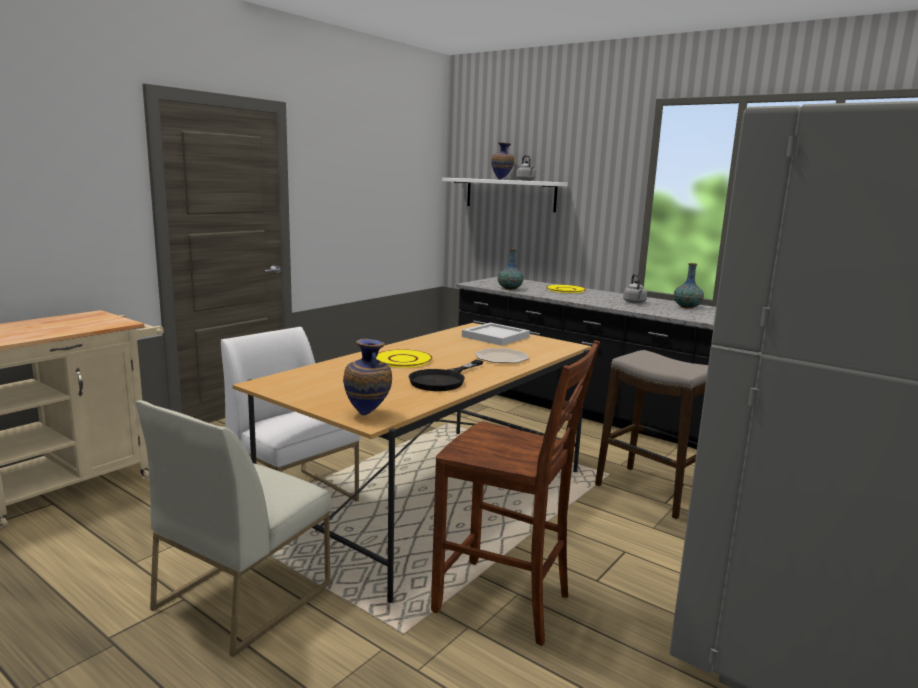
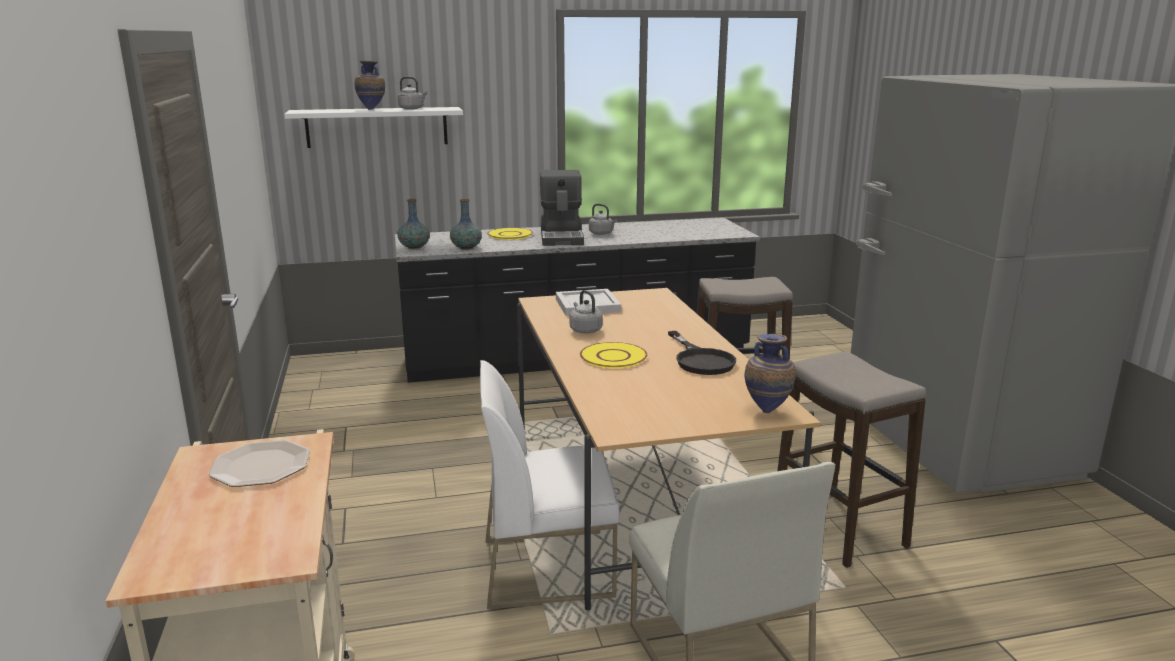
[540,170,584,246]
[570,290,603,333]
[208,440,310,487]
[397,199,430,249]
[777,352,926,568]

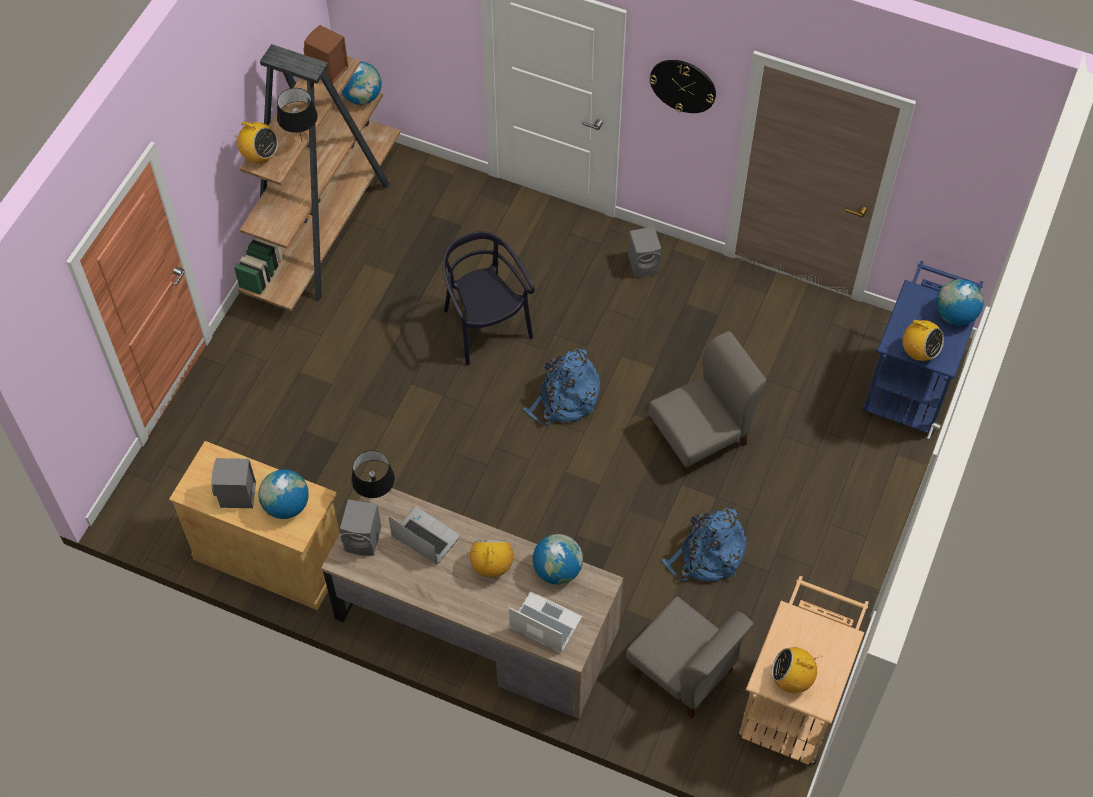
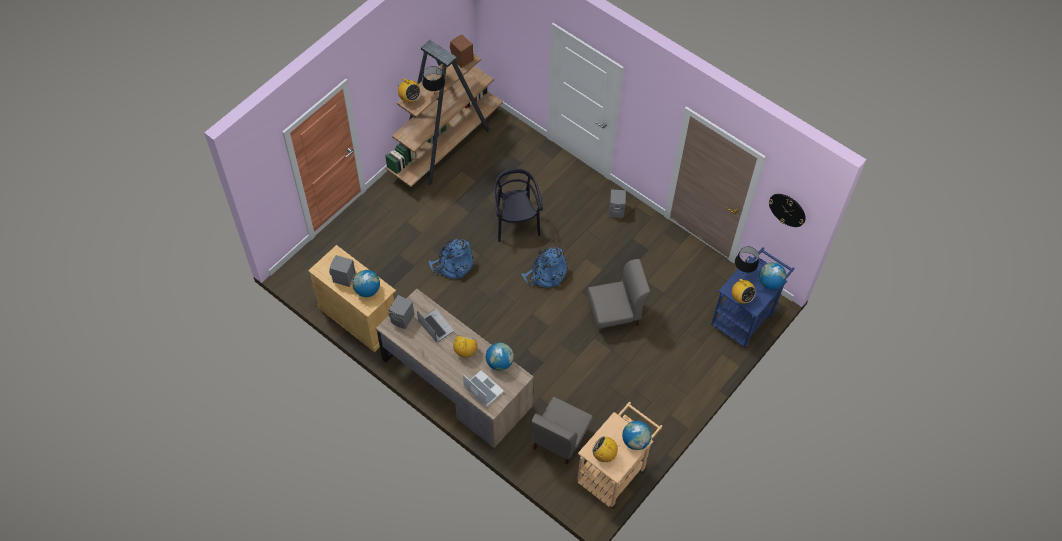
[622,421,652,450]
[735,247,759,273]
[769,194,806,227]
[429,239,473,279]
[531,397,593,465]

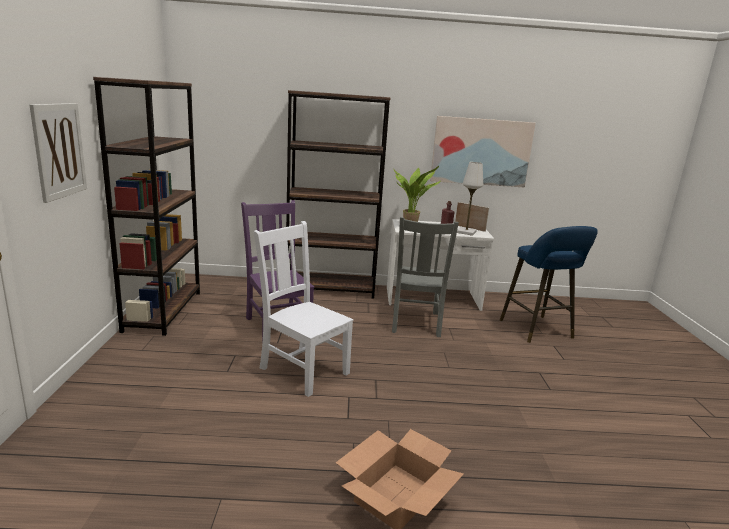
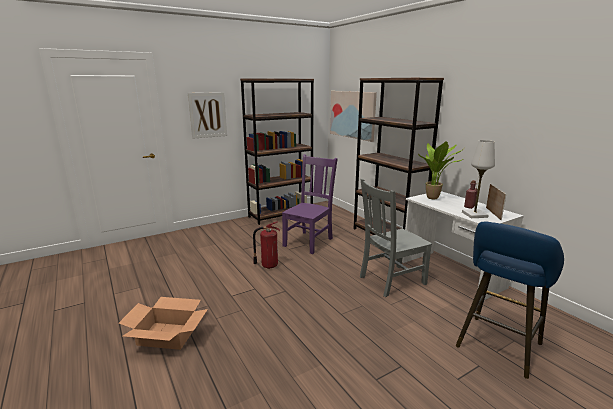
[330,91,377,142]
[253,221,280,269]

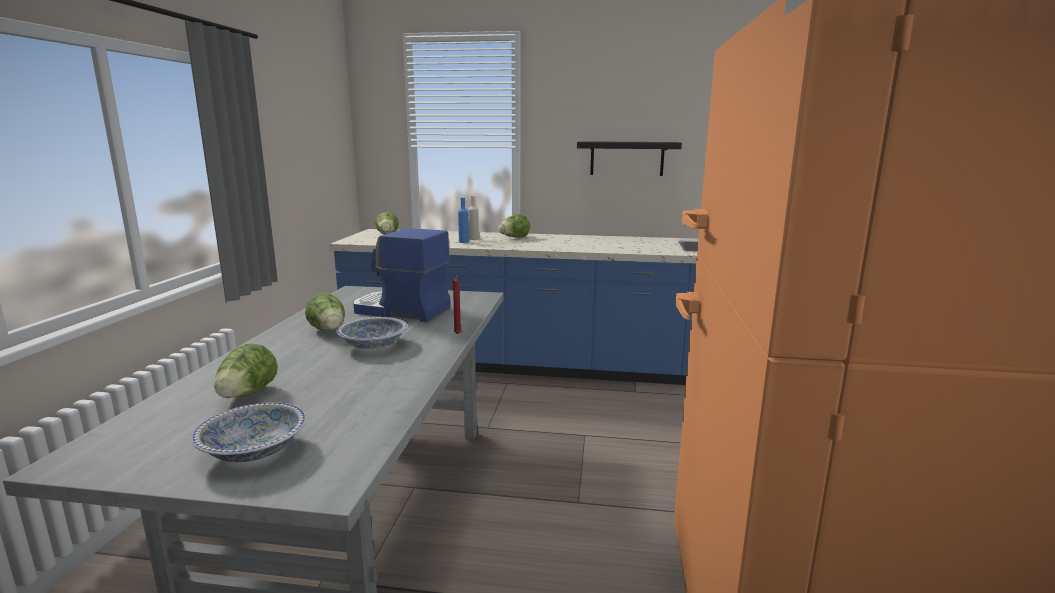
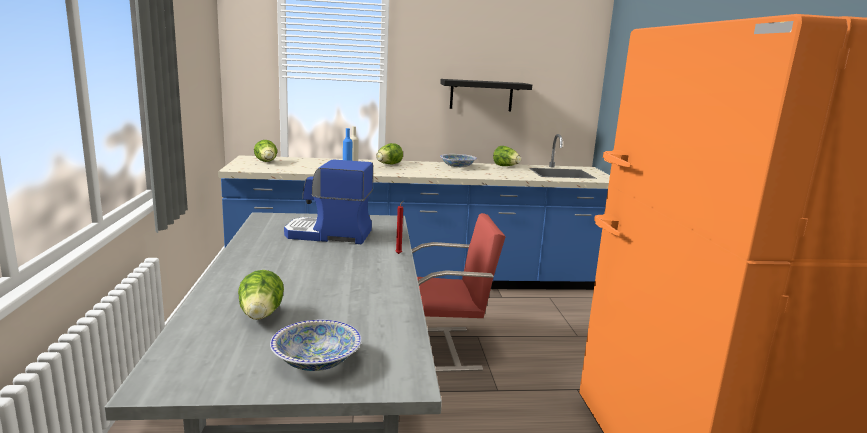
[412,213,506,372]
[493,146,521,166]
[440,154,477,167]

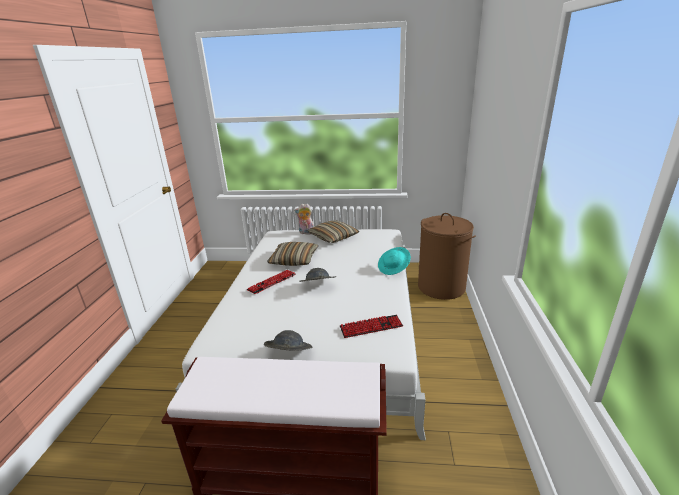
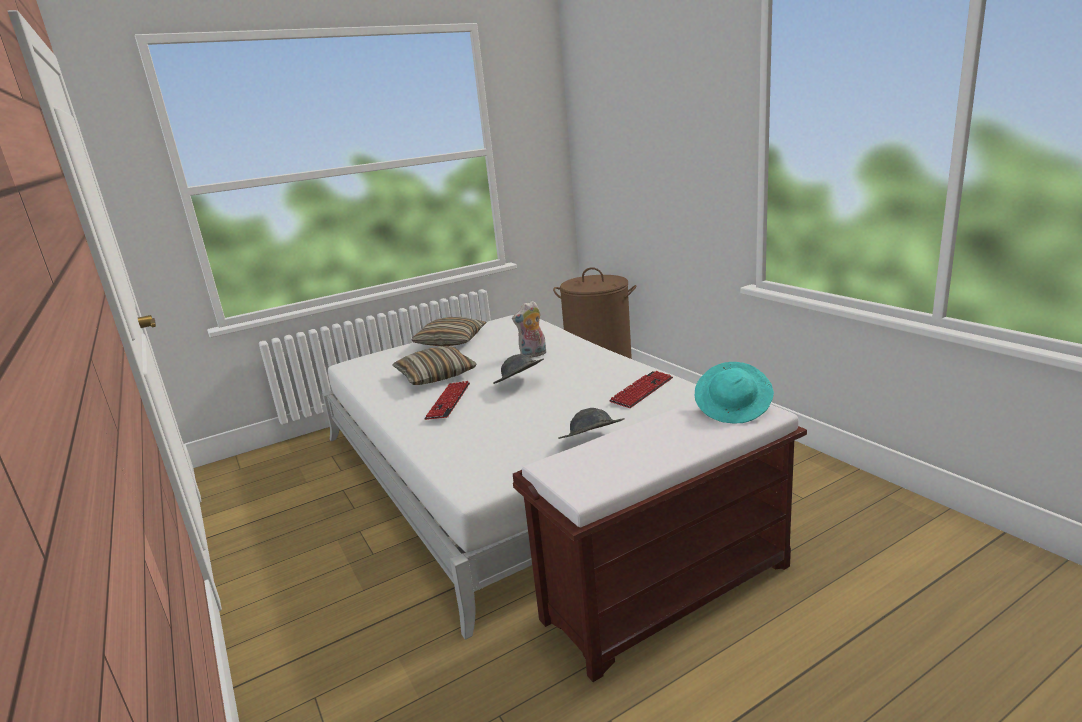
[512,301,546,358]
[694,362,774,423]

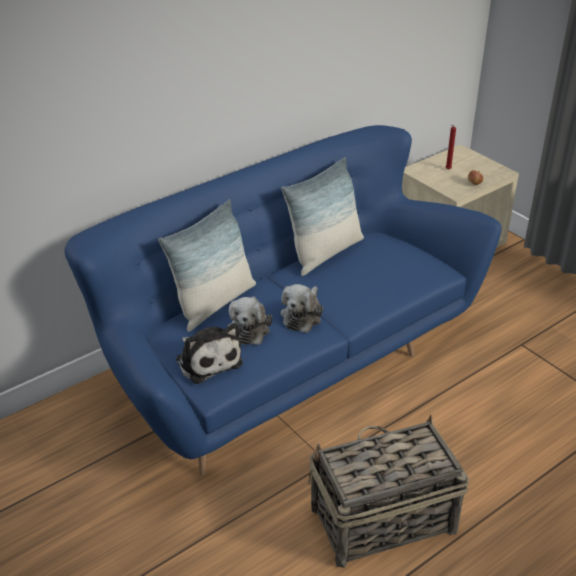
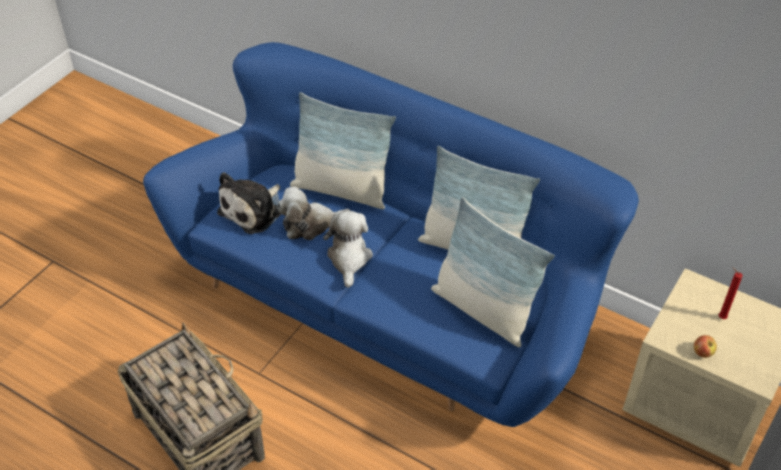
[431,197,555,347]
[323,211,373,288]

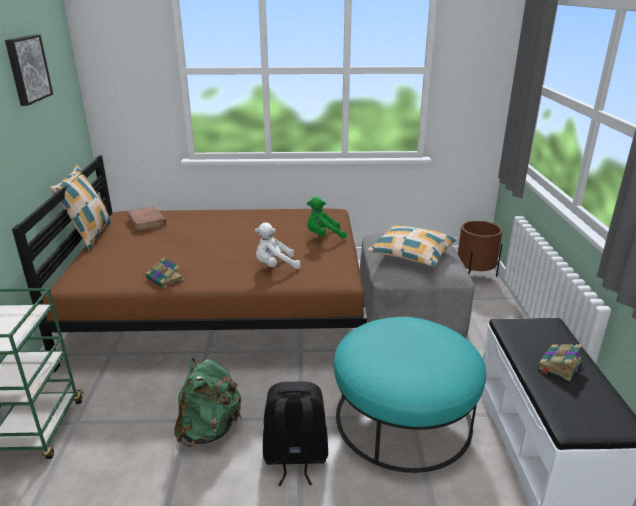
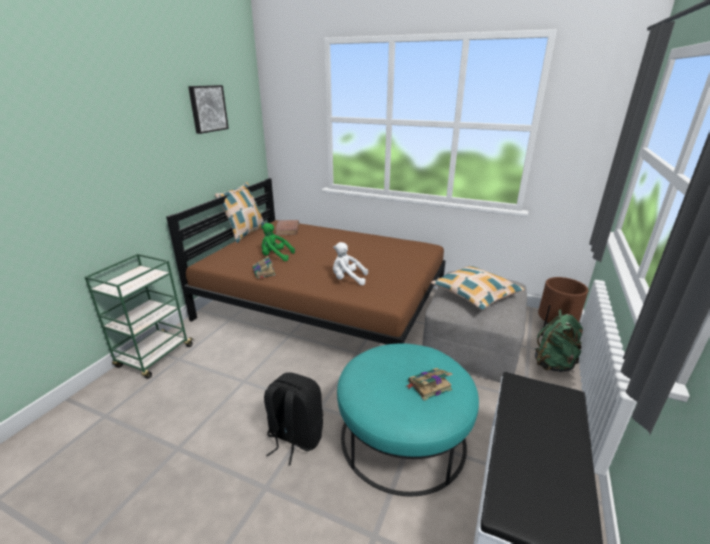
[535,310,583,372]
[261,223,295,261]
[407,368,453,401]

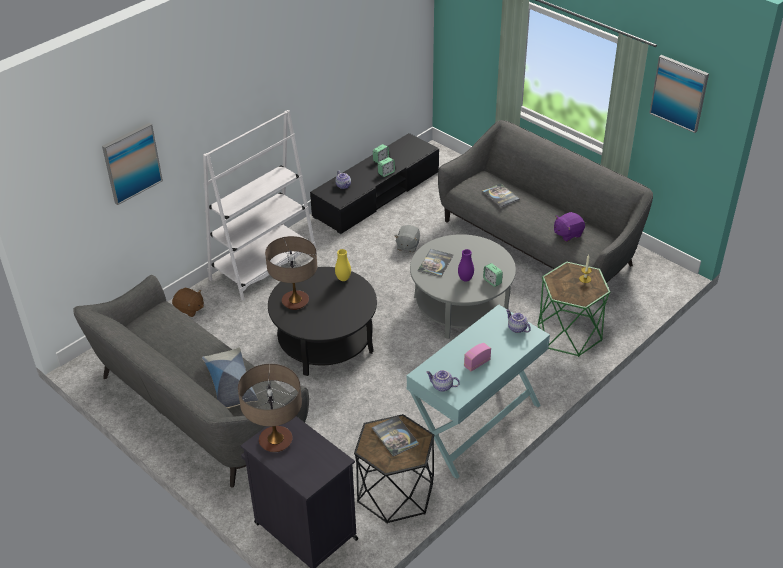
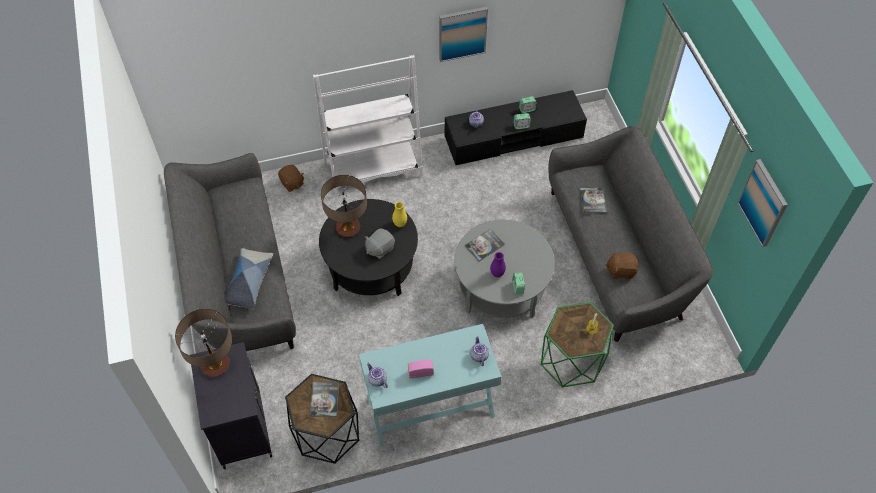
[439,7,488,62]
[365,228,395,259]
[605,251,639,279]

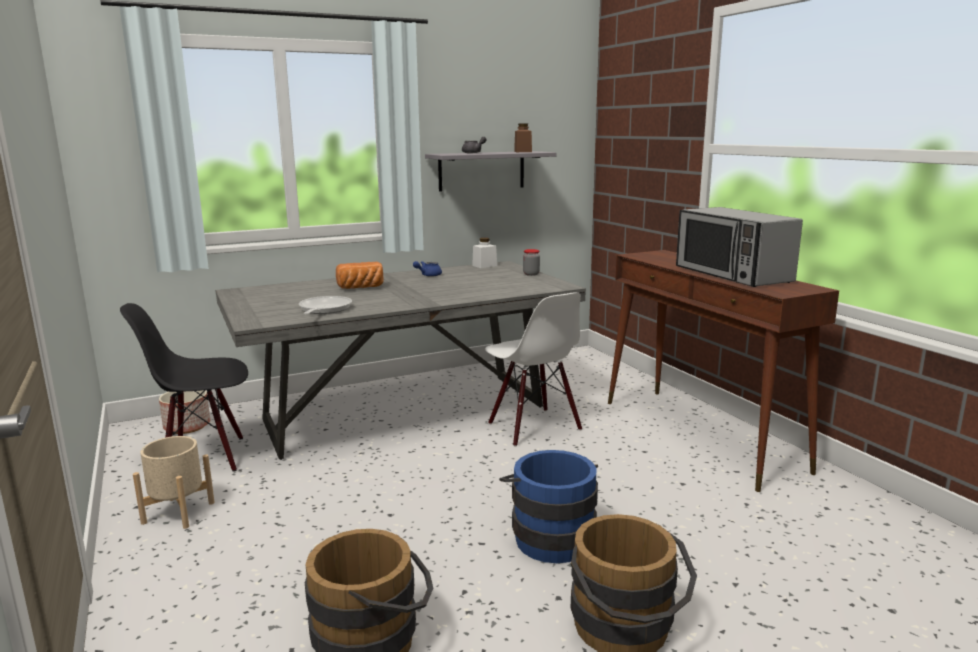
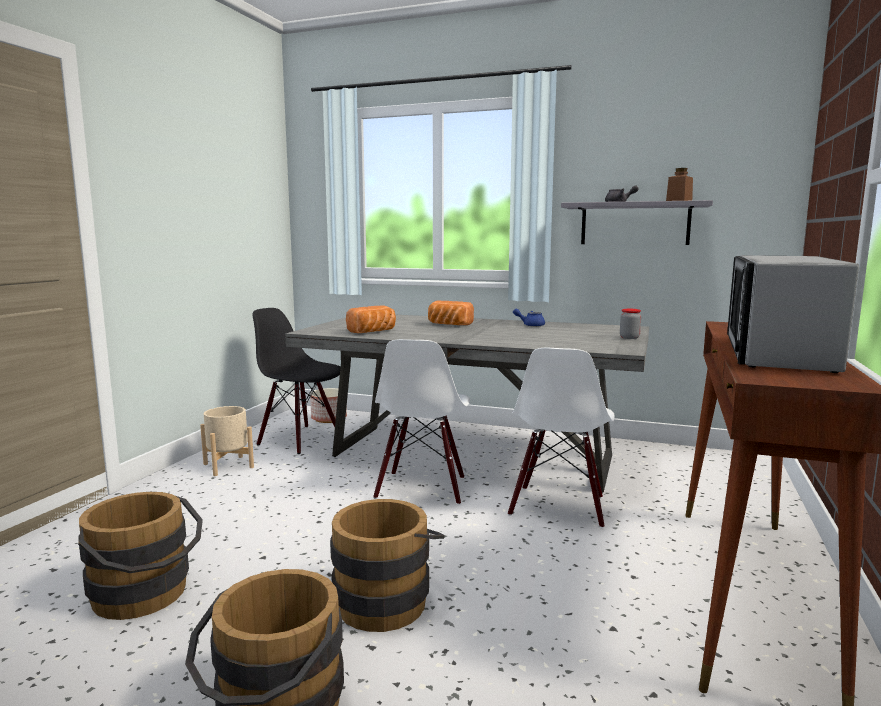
[472,238,497,268] (first image)
[373,339,470,505]
[346,305,396,333]
[330,499,445,632]

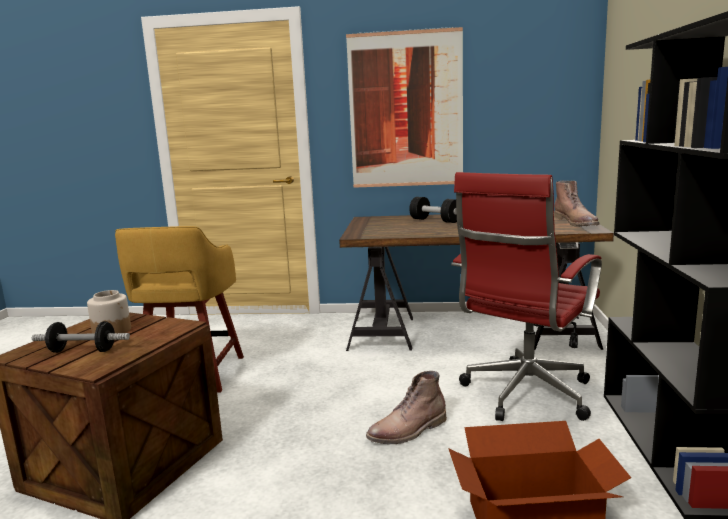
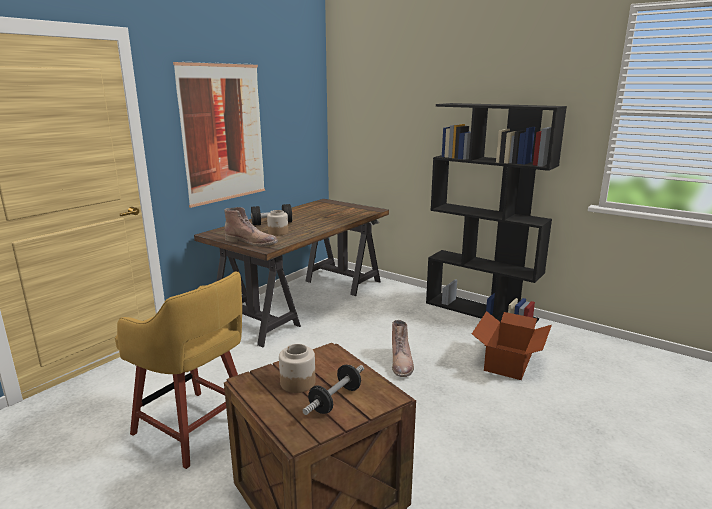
[451,172,602,421] (first image)
[267,210,288,236]
[224,207,278,247]

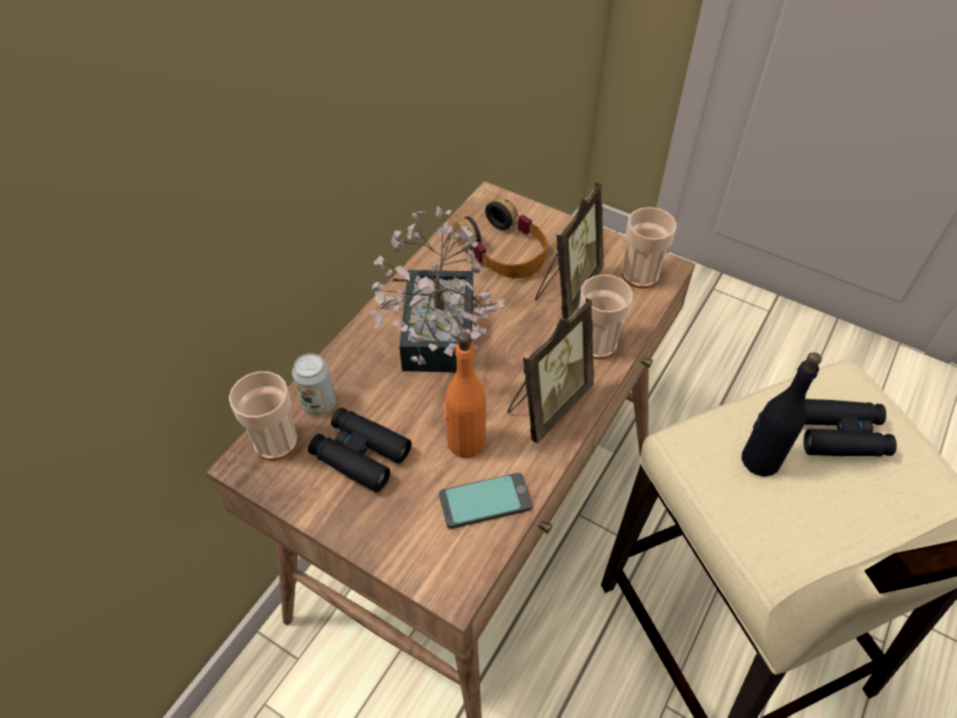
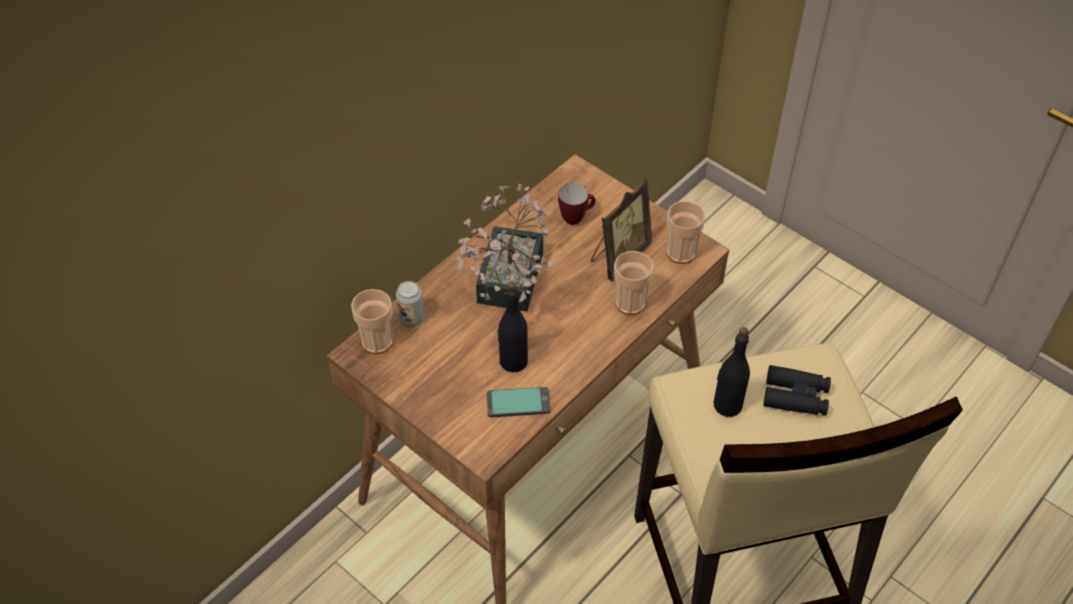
[308,407,411,492] (first image)
[507,298,594,443] (first image)
[558,183,596,225]
[498,282,528,372]

